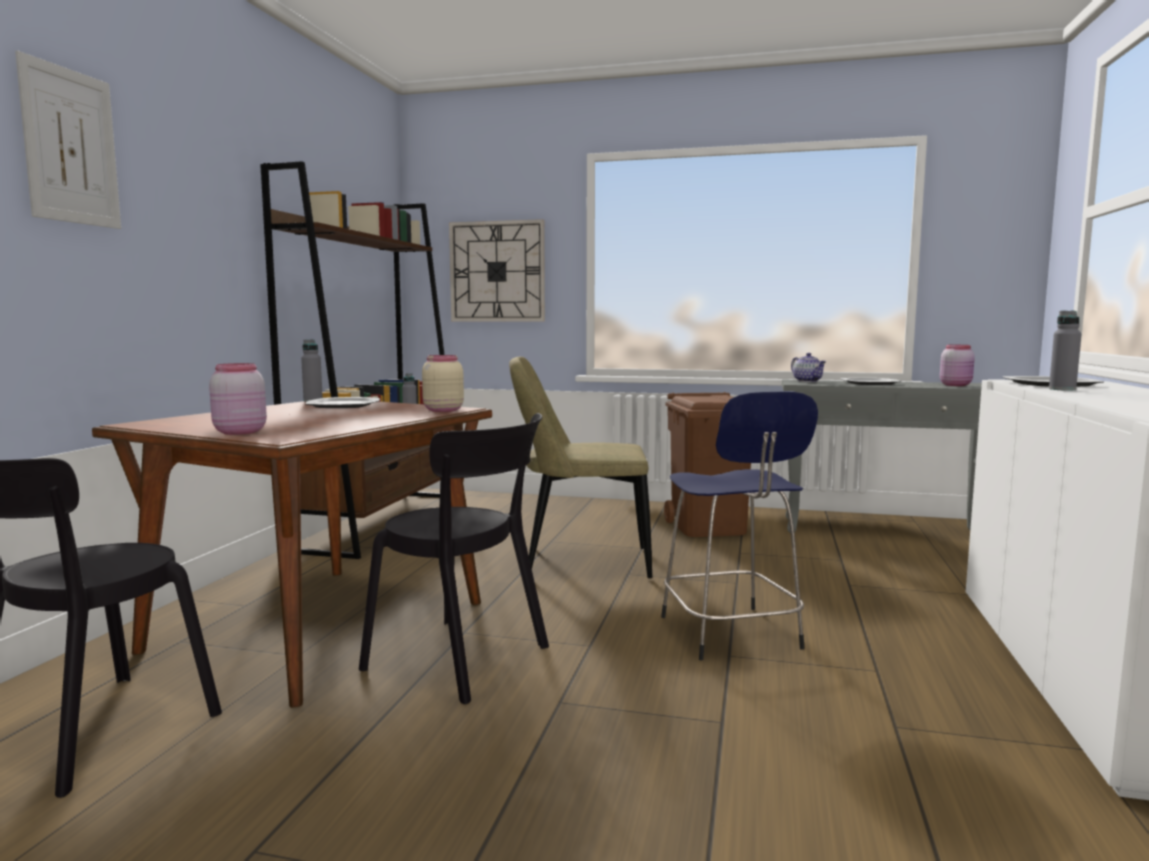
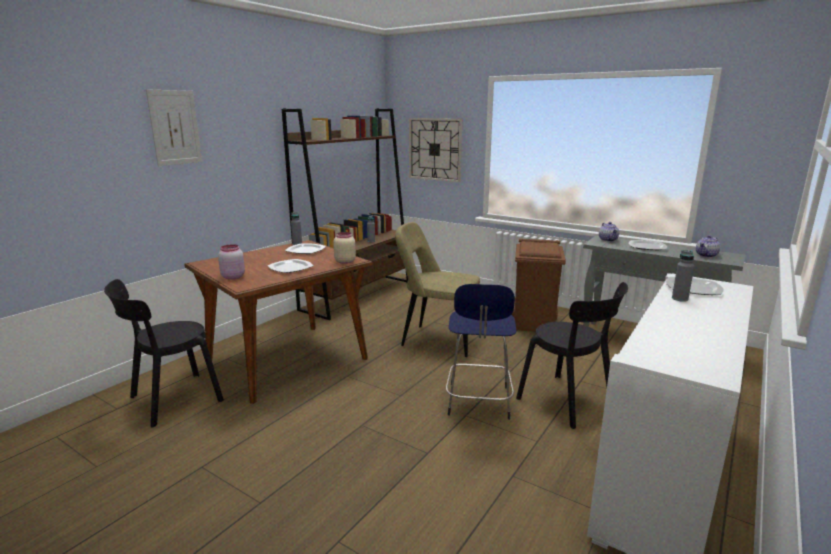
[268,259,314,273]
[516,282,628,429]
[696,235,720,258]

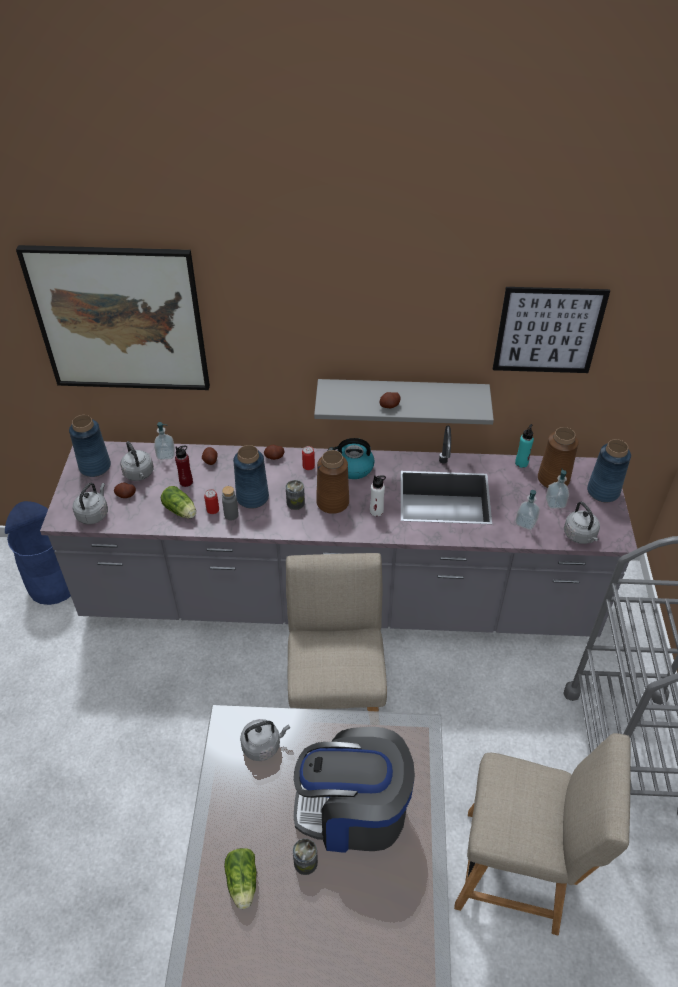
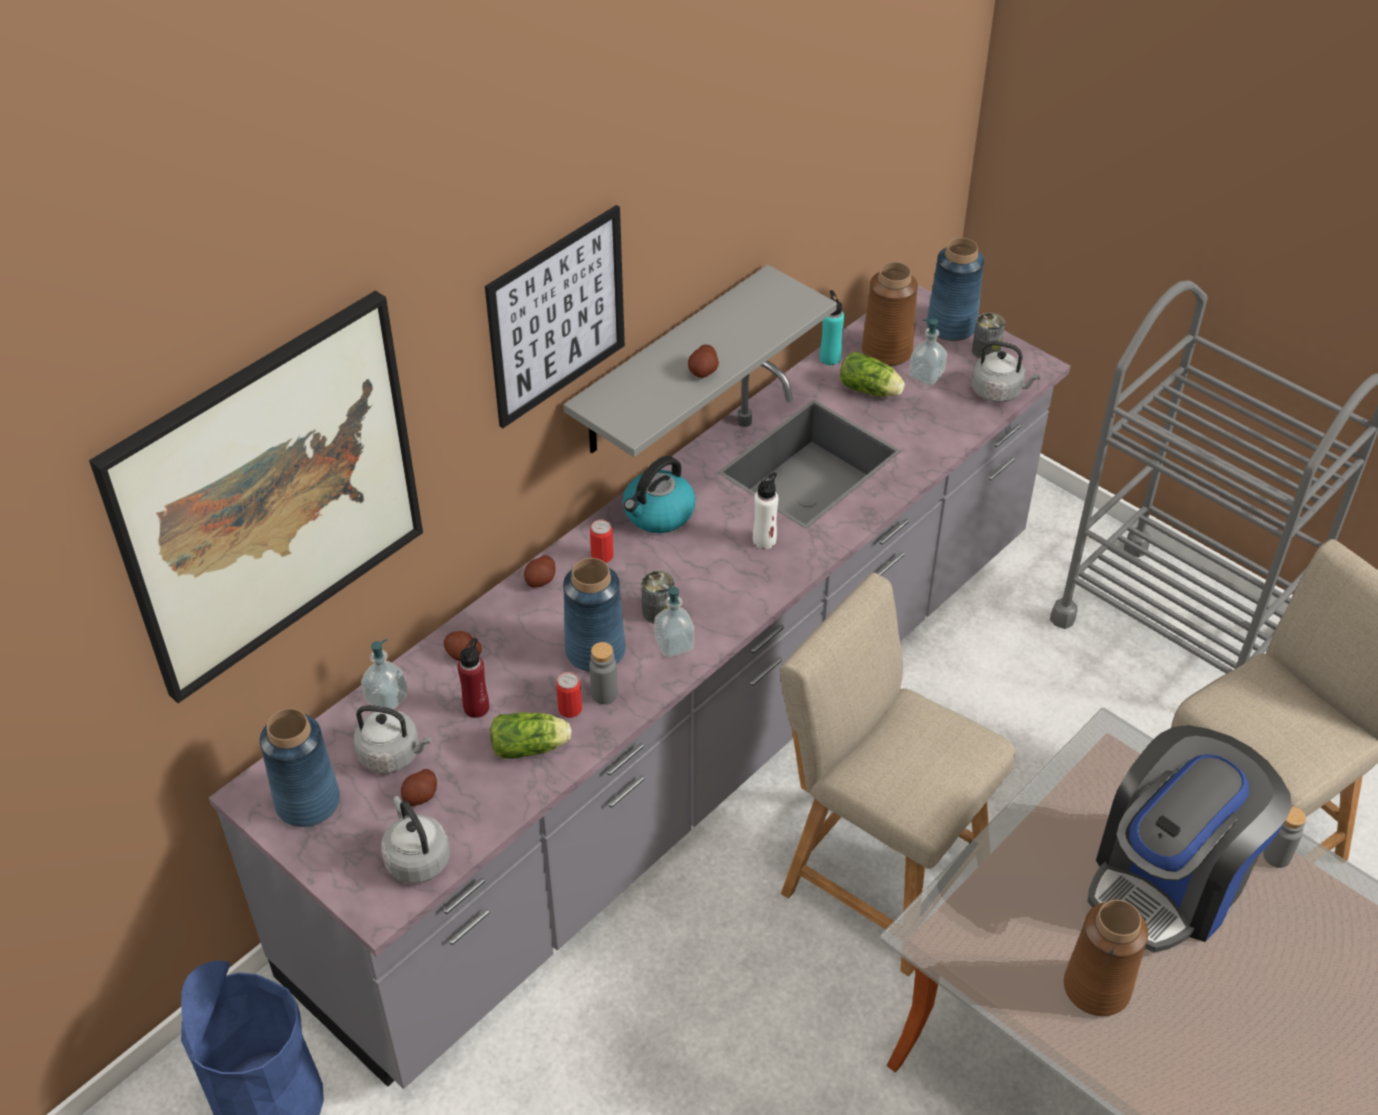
[240,719,290,761] (first image)
[1263,807,1306,868]
[840,352,905,397]
[972,313,1005,358]
[1064,900,1148,1016]
[485,205,625,428]
[654,587,694,657]

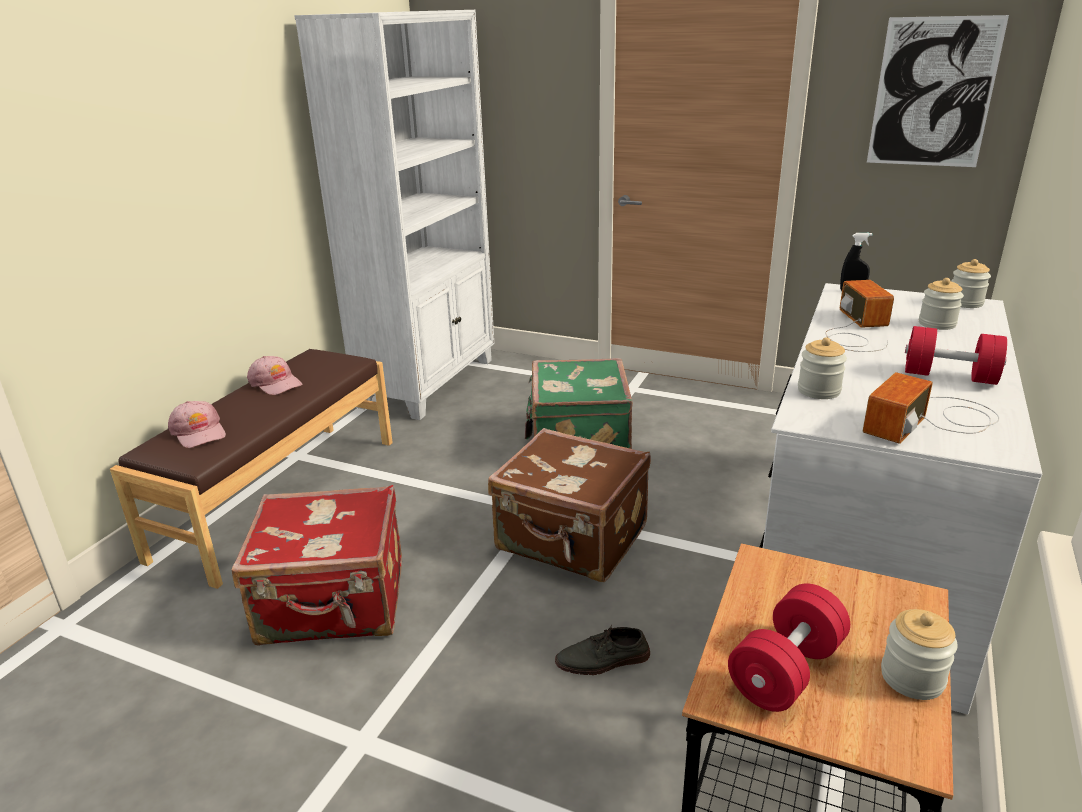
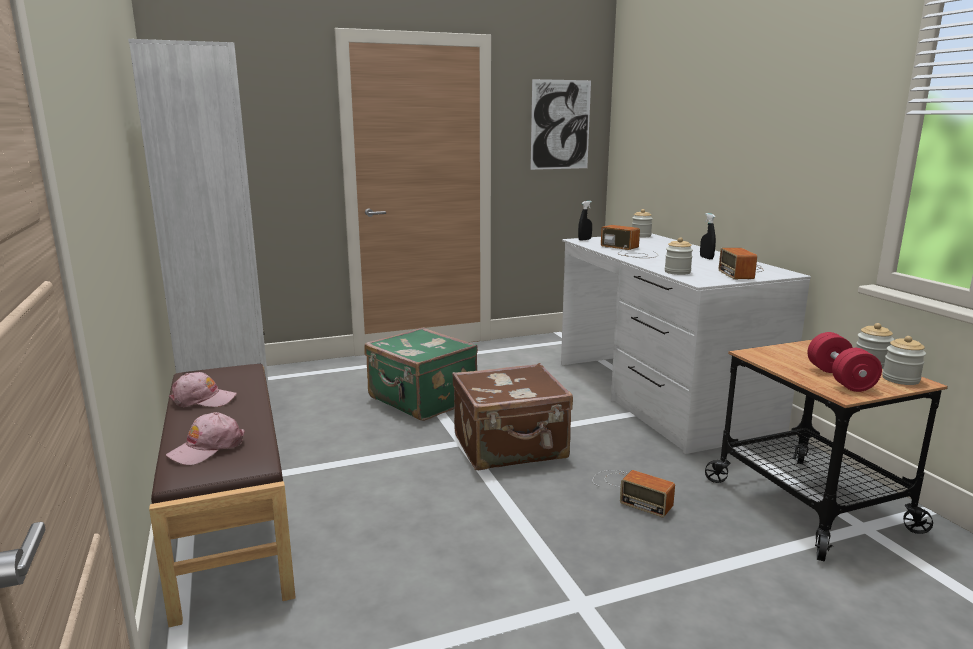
[232,485,402,646] (first image)
[882,336,926,385]
[593,470,675,517]
[700,213,716,259]
[166,412,245,465]

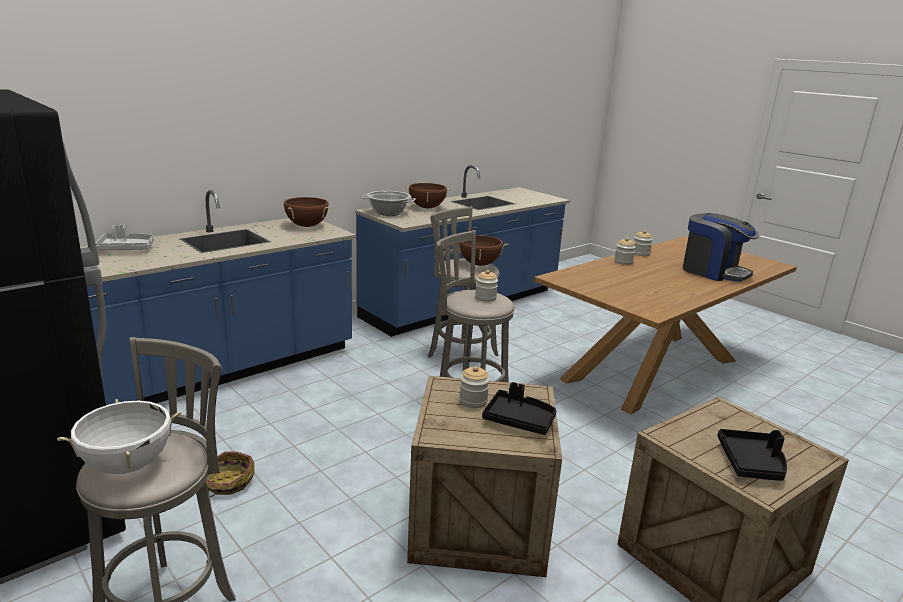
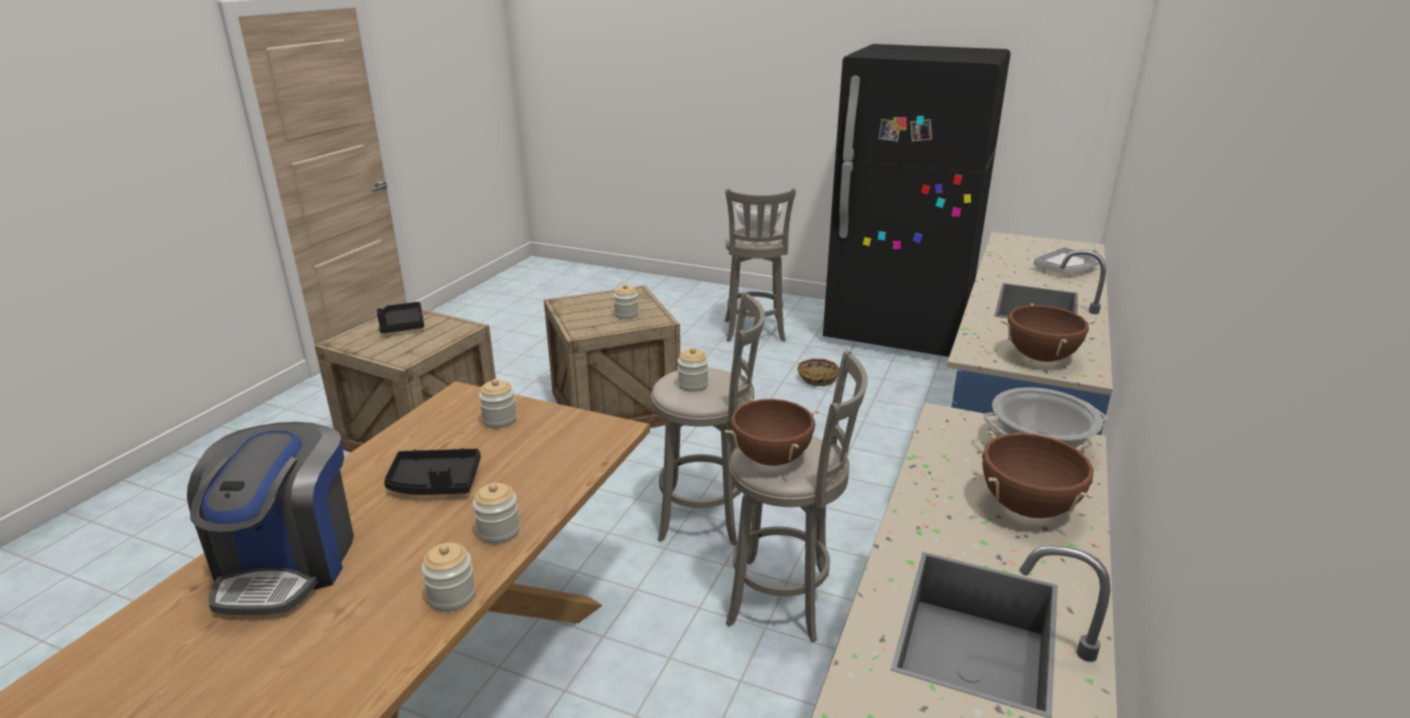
[479,379,517,428]
[384,448,481,495]
[187,422,354,615]

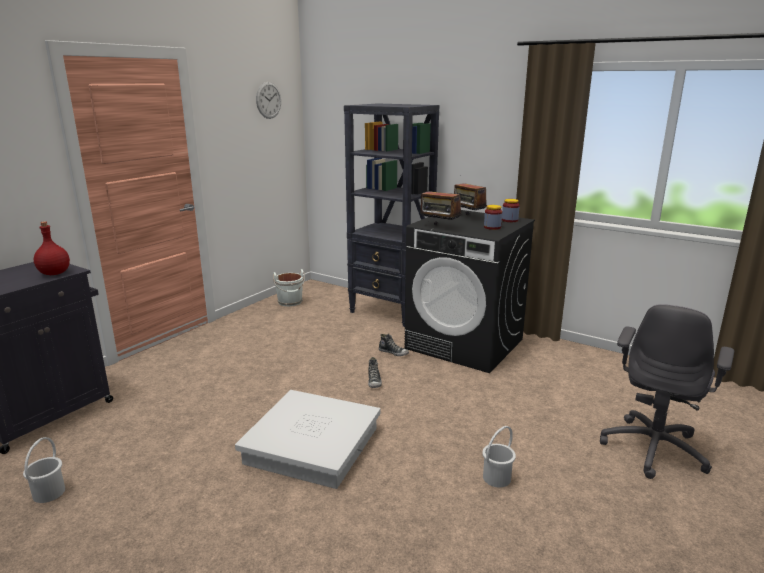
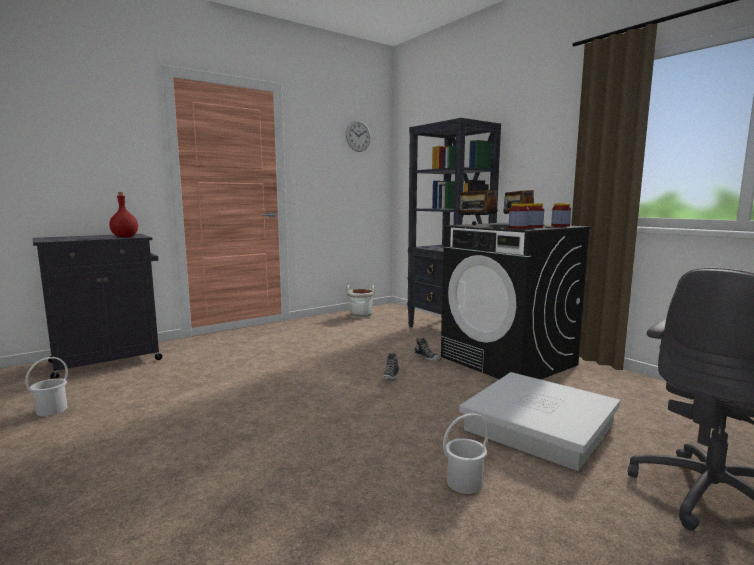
[509,204,529,229]
[459,372,620,471]

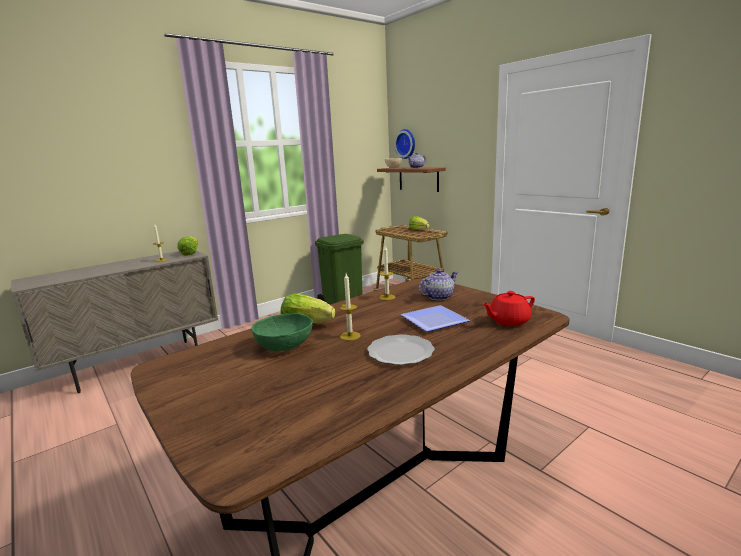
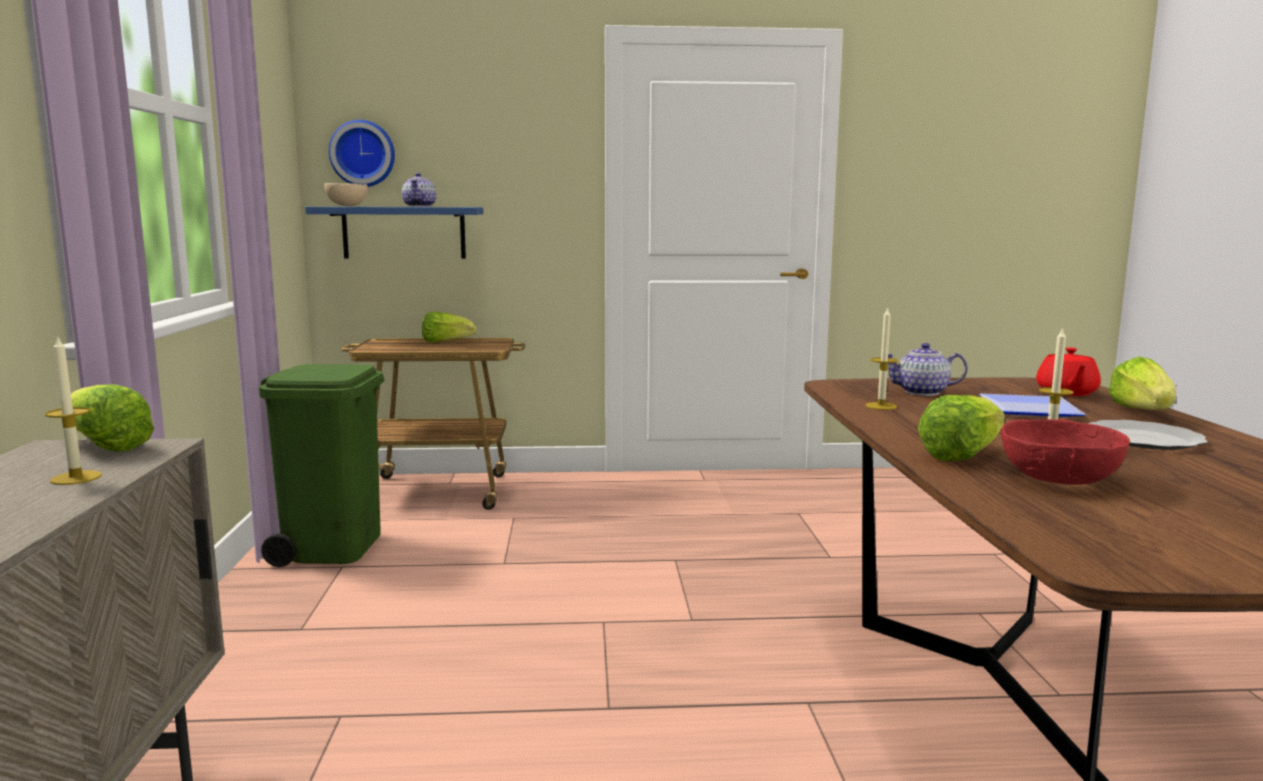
[1108,356,1176,410]
[1001,419,1130,485]
[305,207,483,259]
[888,343,968,396]

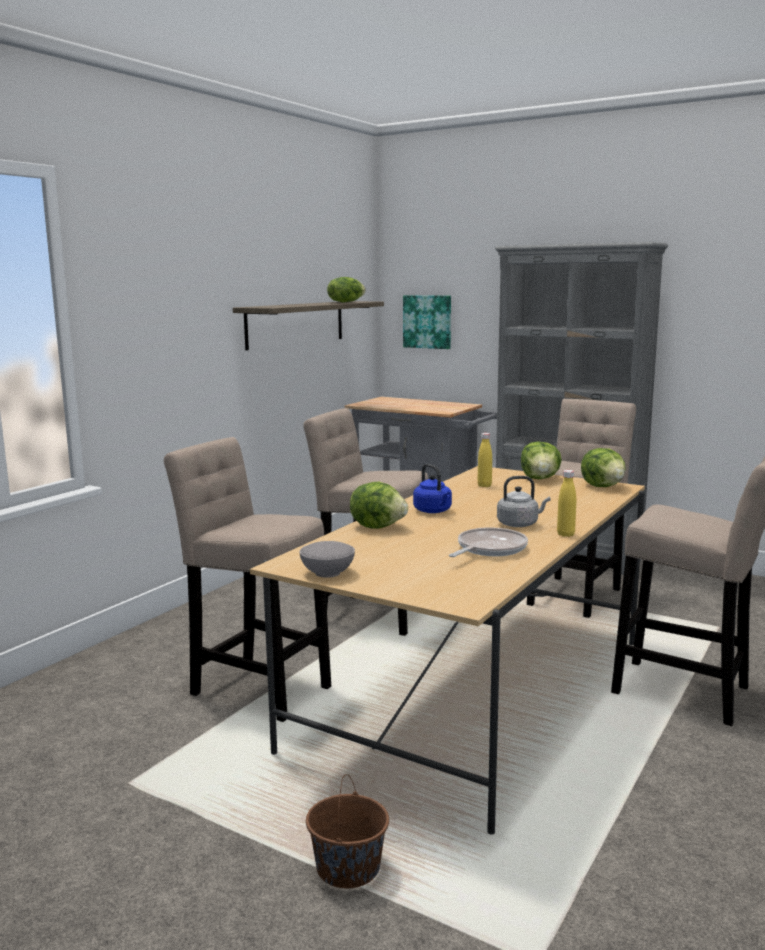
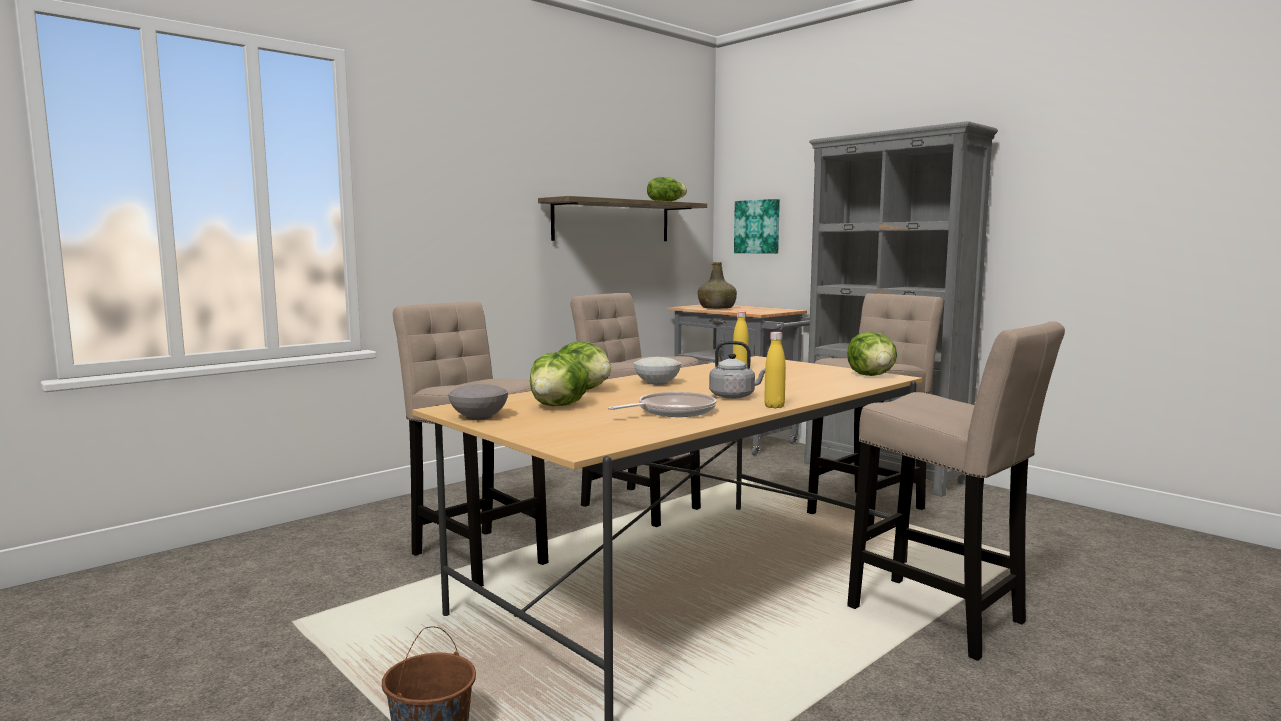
[698,262,737,309]
[530,352,588,406]
[634,357,681,385]

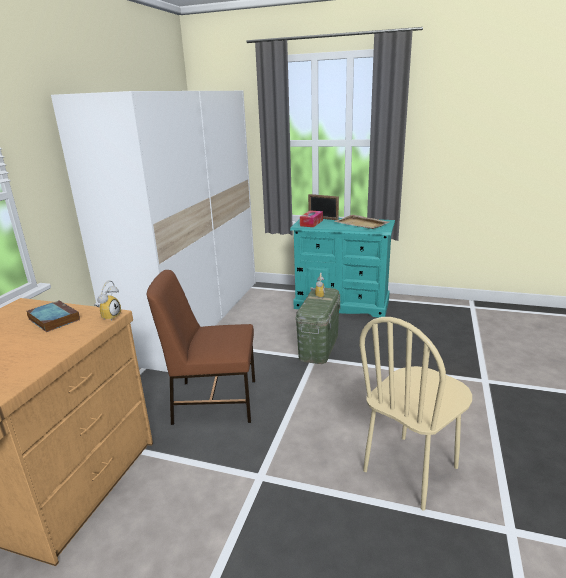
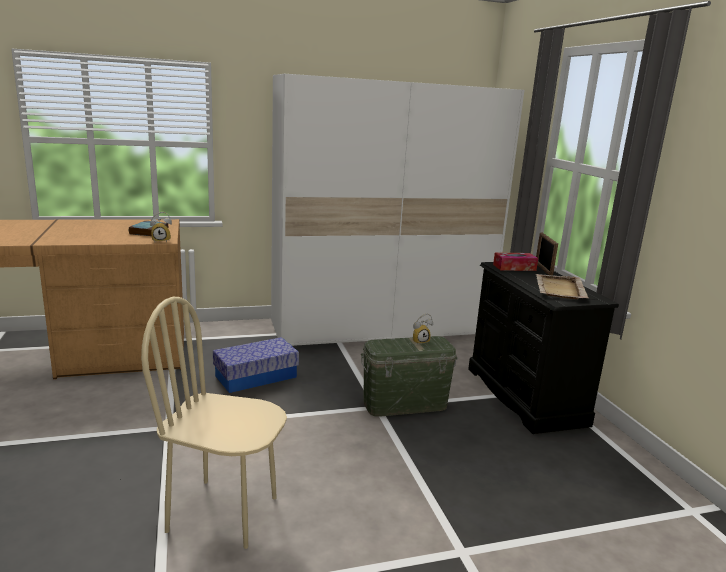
[213,337,299,393]
[468,262,619,434]

